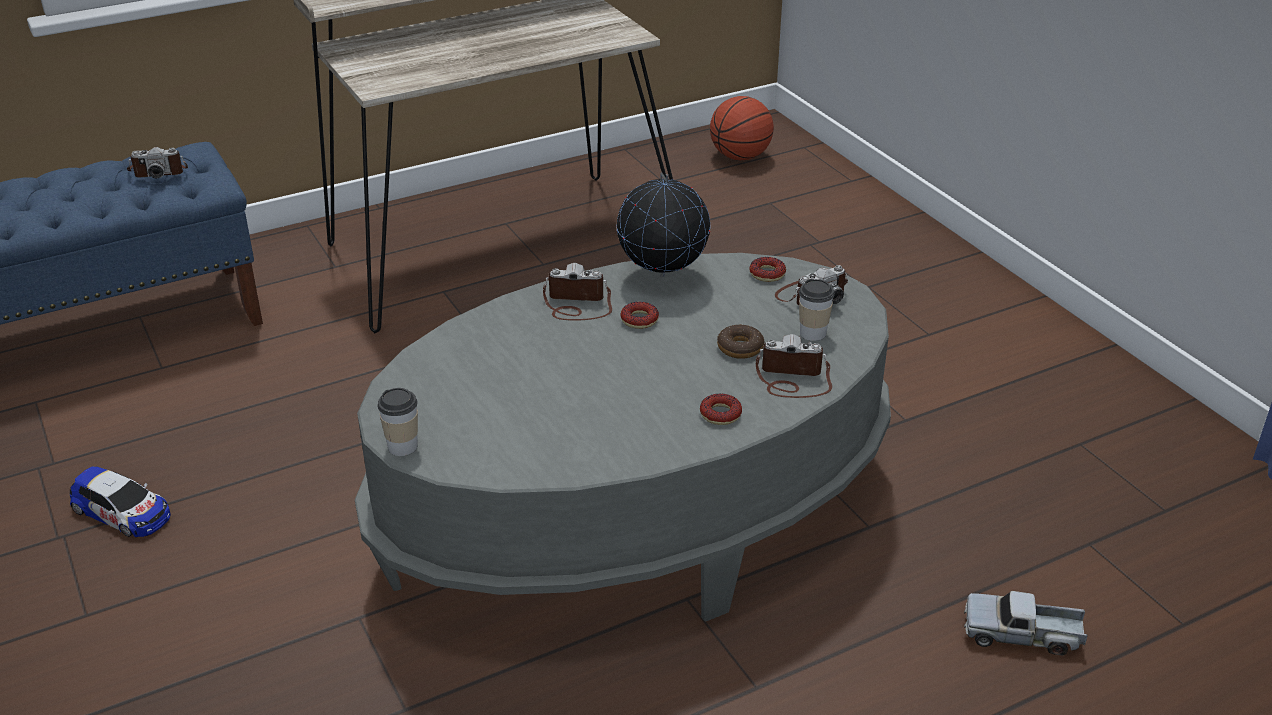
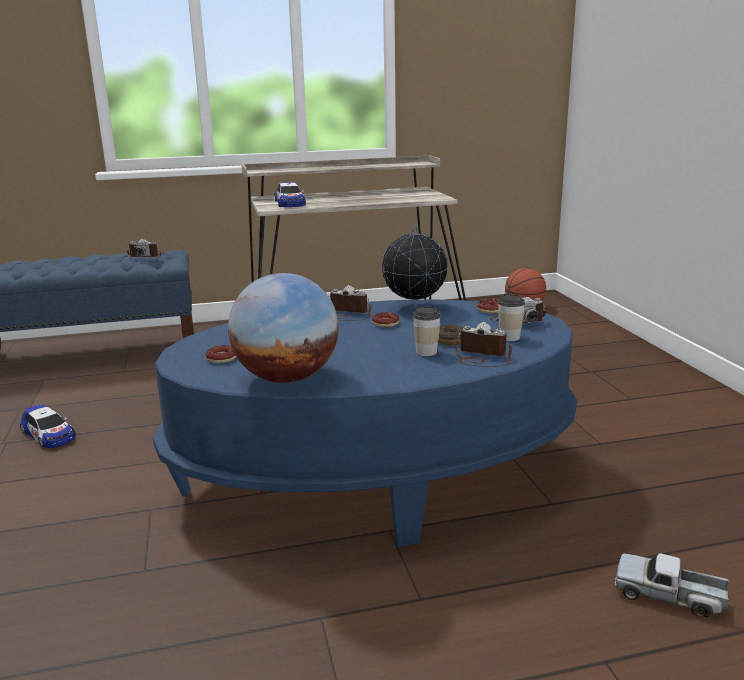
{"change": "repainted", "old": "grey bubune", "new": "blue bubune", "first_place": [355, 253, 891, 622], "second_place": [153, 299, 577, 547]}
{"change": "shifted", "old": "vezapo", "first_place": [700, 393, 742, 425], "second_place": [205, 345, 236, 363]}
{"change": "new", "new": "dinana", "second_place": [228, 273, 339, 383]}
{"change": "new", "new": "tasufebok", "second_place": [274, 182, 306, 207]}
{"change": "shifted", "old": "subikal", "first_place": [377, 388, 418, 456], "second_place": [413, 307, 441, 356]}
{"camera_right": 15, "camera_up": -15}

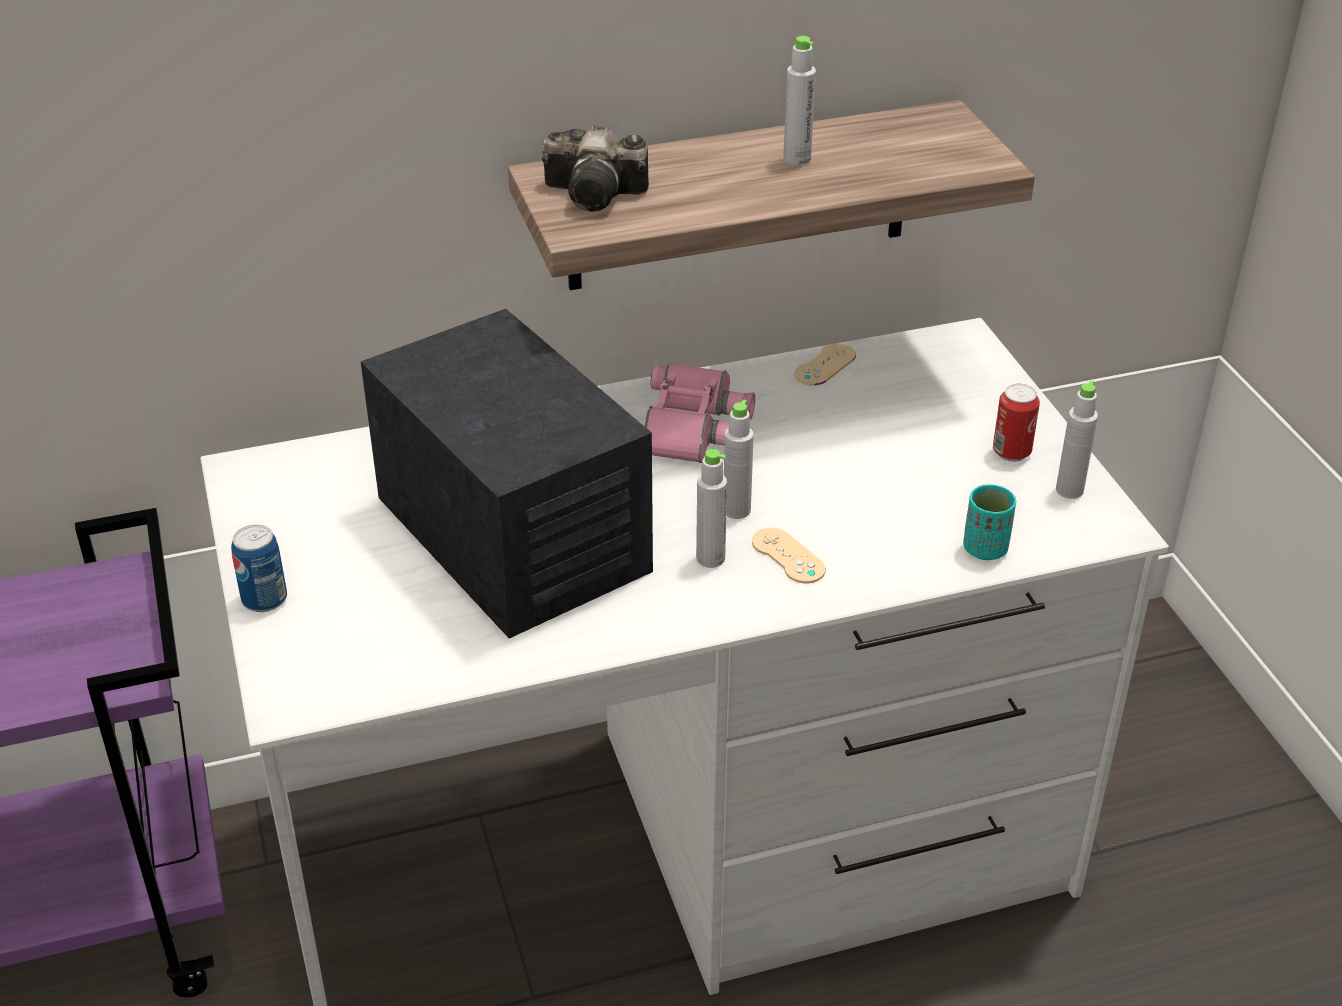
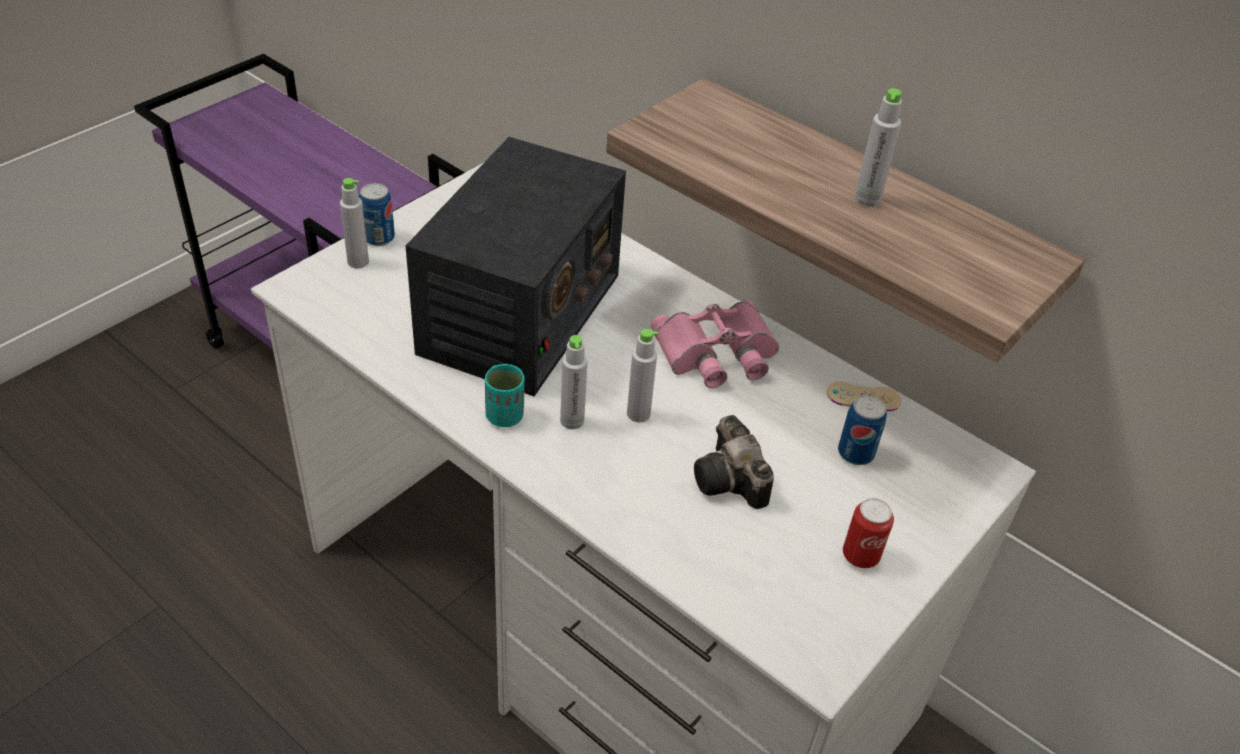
{"change": "shifted", "old": "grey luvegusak", "first_place": [1056, 380, 1098, 499], "second_place": [340, 178, 369, 268]}
{"change": "shifted", "old": "turquoise subikal", "first_place": [963, 484, 1016, 560], "second_place": [485, 364, 525, 427]}
{"change": "shifted", "old": "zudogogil", "first_place": [542, 125, 649, 212], "second_place": [694, 415, 774, 509]}
{"change": "new", "new": "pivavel", "second_place": [838, 395, 887, 465]}
{"change": "gone", "old": "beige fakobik", "first_place": [752, 528, 826, 583]}
{"camera_right": 55, "camera_up": 5}

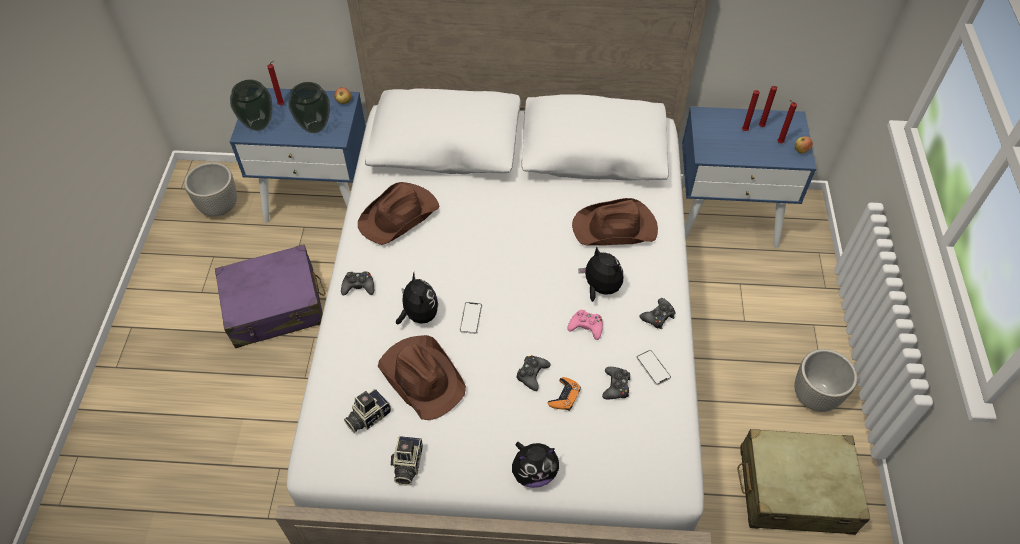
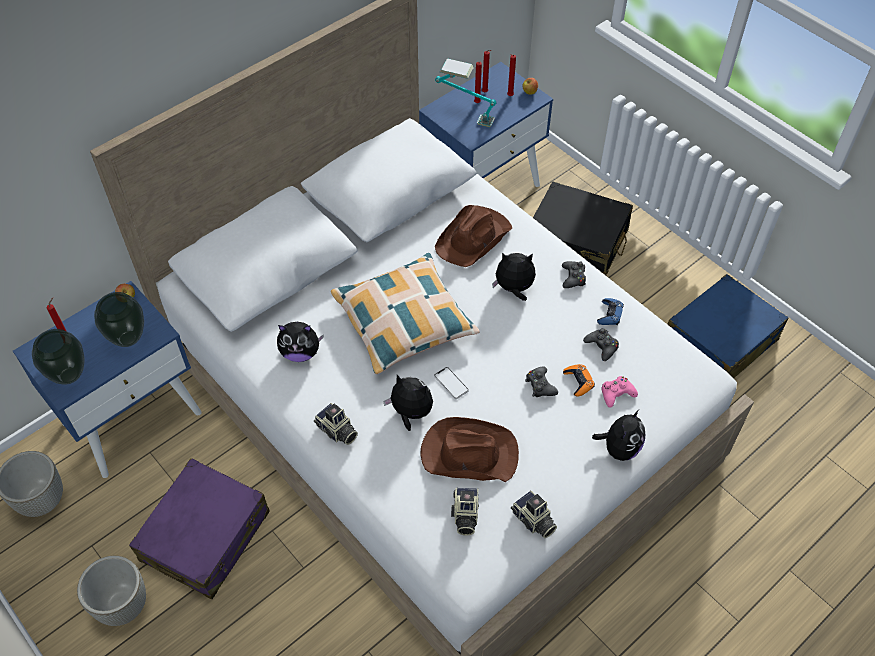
{"change": "shifted", "old": "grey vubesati", "first_place": [795, 349, 857, 412], "second_place": [77, 556, 146, 626]}
{"change": "swapped", "old": "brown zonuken", "new": "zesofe", "first_place": [358, 182, 439, 245], "second_place": [277, 322, 324, 362]}
{"change": "swapped", "old": "black fakobik", "new": "zudogogil", "first_place": [341, 271, 374, 295], "second_place": [314, 403, 358, 445]}
{"change": "new", "new": "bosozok", "second_place": [331, 253, 480, 374]}
{"change": "new", "new": "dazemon", "second_place": [435, 58, 497, 128]}
{"change": "new", "new": "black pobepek", "second_place": [533, 181, 633, 275]}
{"change": "swapped", "old": "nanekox", "new": "blue fakobik", "first_place": [636, 350, 671, 385], "second_place": [597, 298, 624, 325]}
{"change": "shifted", "old": "pink fakobik", "first_place": [567, 310, 603, 340], "second_place": [601, 376, 638, 408]}
{"change": "repainted", "old": "beige pobepek", "new": "blue pobepek", "first_place": [737, 429, 870, 535], "second_place": [667, 274, 788, 378]}
{"camera_right": -45, "camera_up": 0}

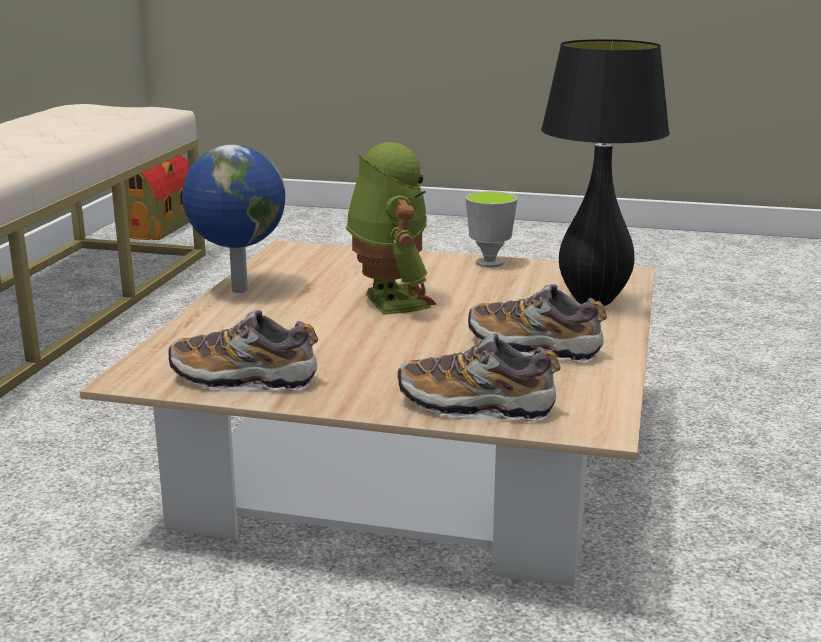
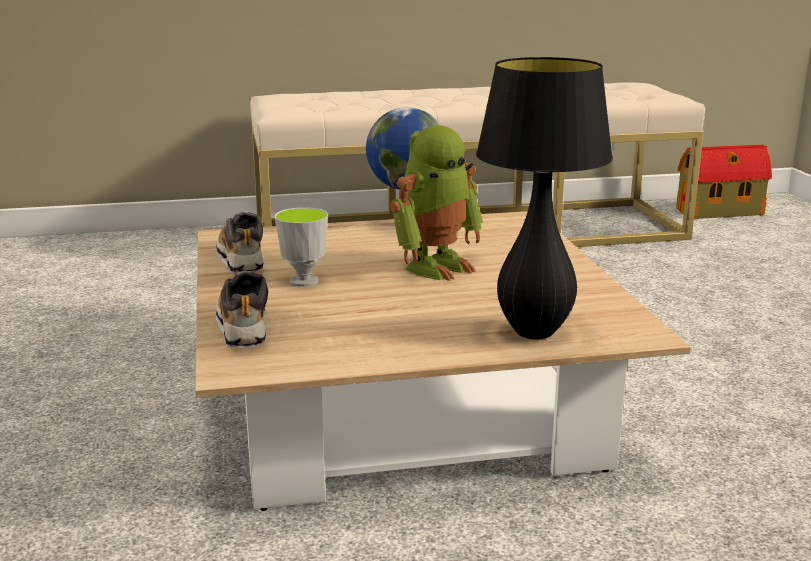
{"change": "shifted", "old": "subikal", "first_place": [465, 191, 518, 267], "second_place": [274, 207, 328, 287]}
{"change": "gone", "old": "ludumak", "first_place": [468, 284, 607, 363]}
{"camera_right": 65, "camera_up": 0}

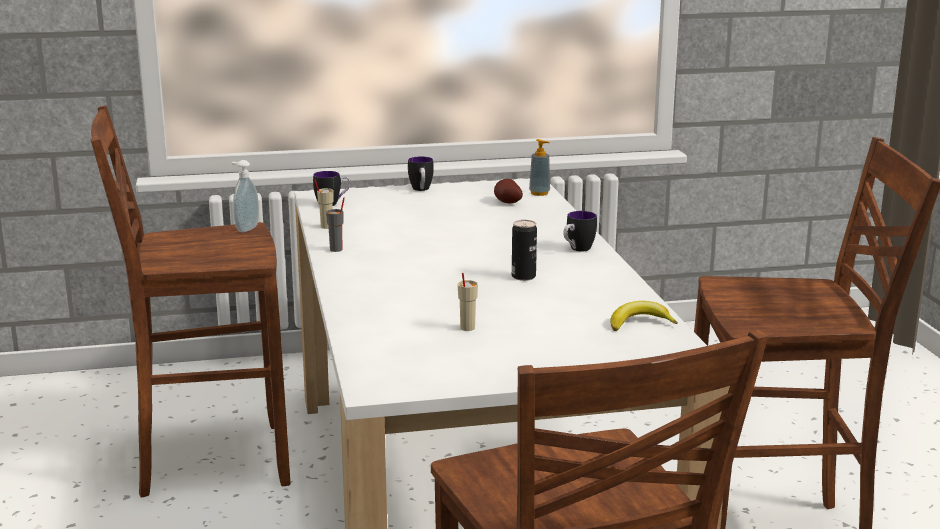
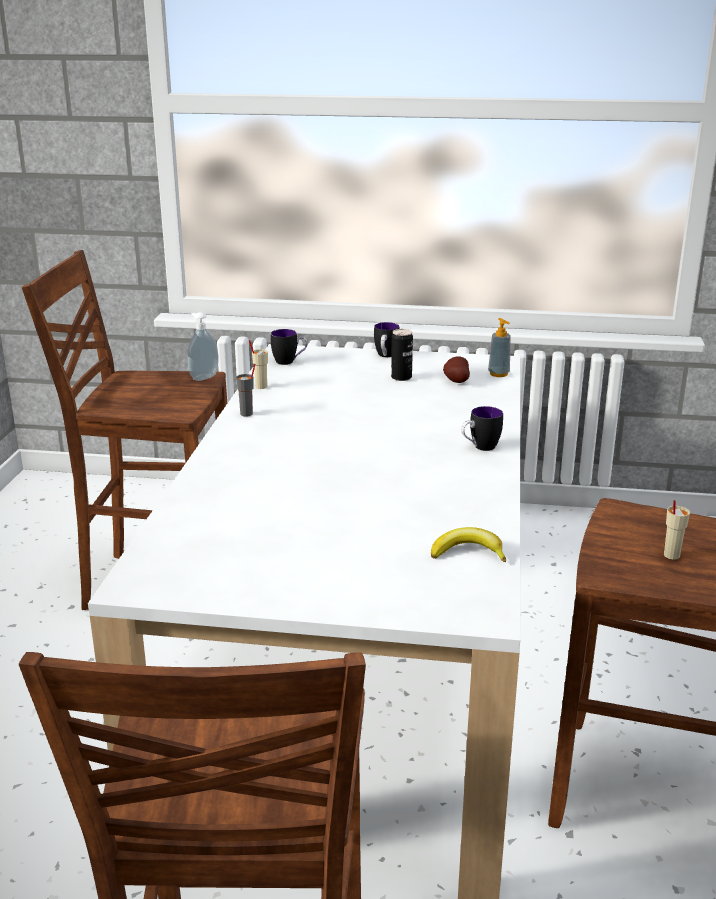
{"change": "shifted", "old": "pivavel", "first_place": [512, 220, 537, 281], "second_place": [391, 329, 413, 381]}
{"change": "shifted", "old": "beige subikal", "first_place": [458, 273, 478, 331], "second_place": [664, 500, 690, 559]}
{"camera_right": 20, "camera_up": 5}

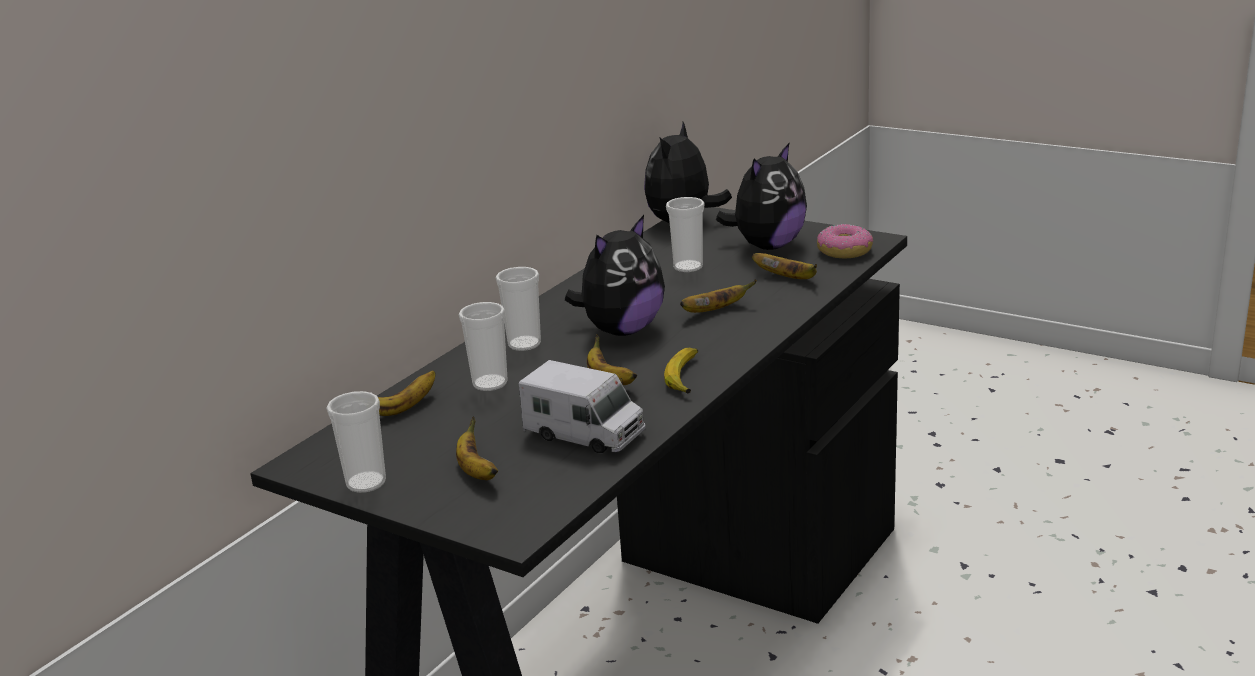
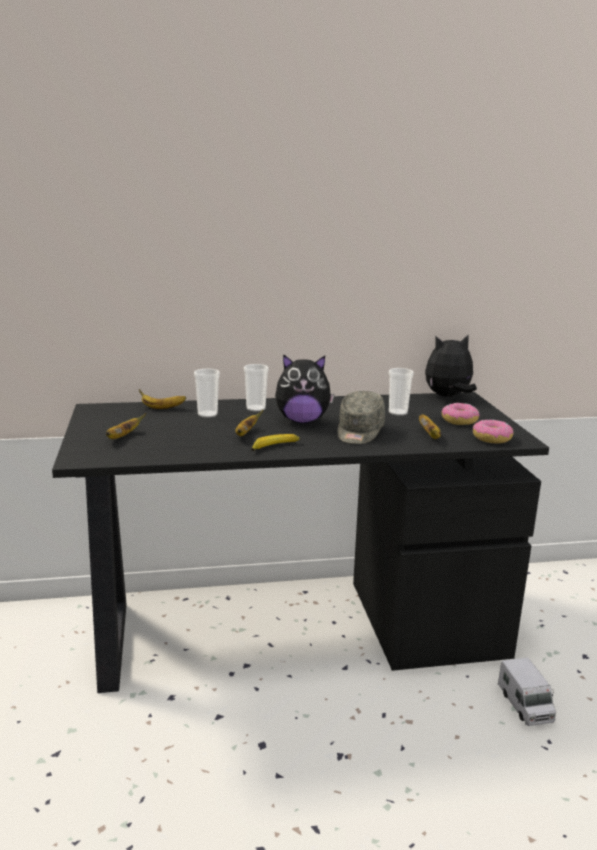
{"change": "swapped", "old": "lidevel", "new": "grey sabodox", "first_place": [680, 280, 757, 313], "second_place": [338, 391, 385, 444]}
{"change": "swapped", "old": "zesofe", "new": "vezapo", "first_place": [716, 143, 807, 250], "second_place": [442, 402, 480, 425]}
{"change": "shifted", "old": "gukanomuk", "first_place": [519, 360, 645, 454], "second_place": [498, 657, 556, 726]}
{"change": "gone", "old": "subikal", "first_place": [326, 391, 386, 493]}
{"camera_right": 45, "camera_up": -5}

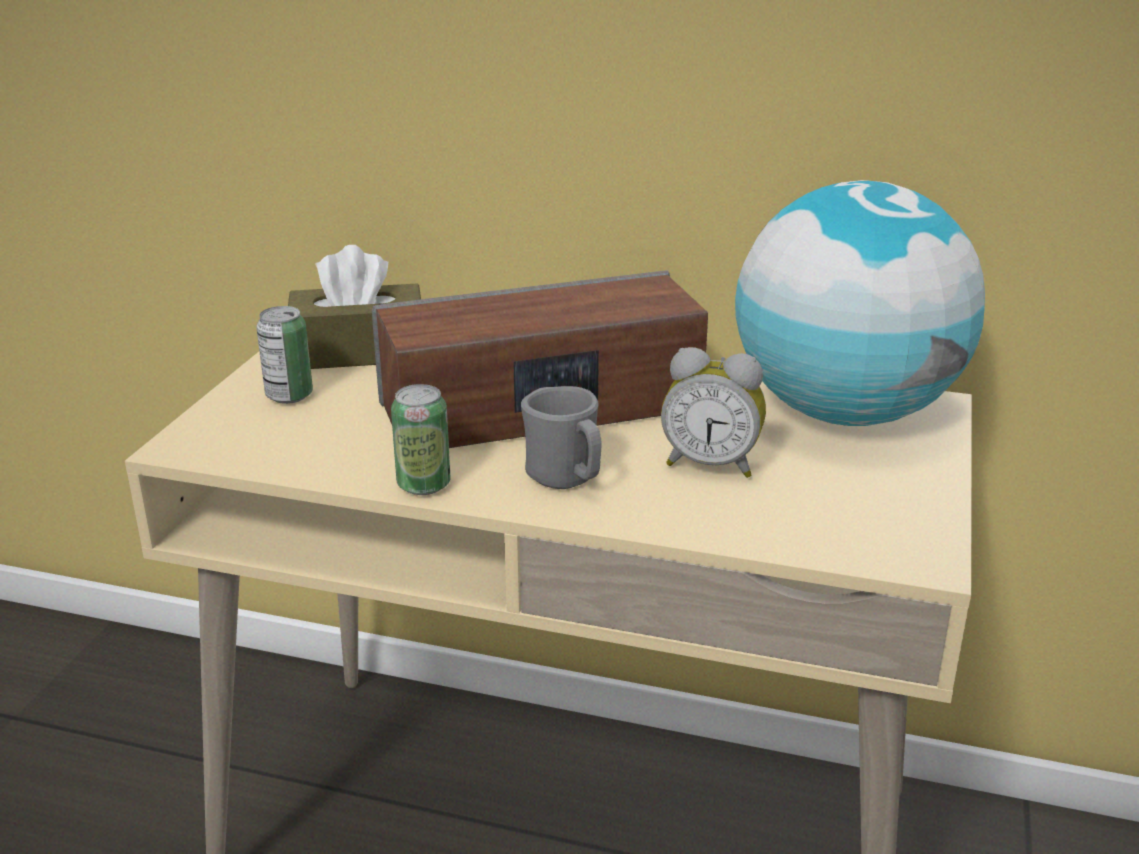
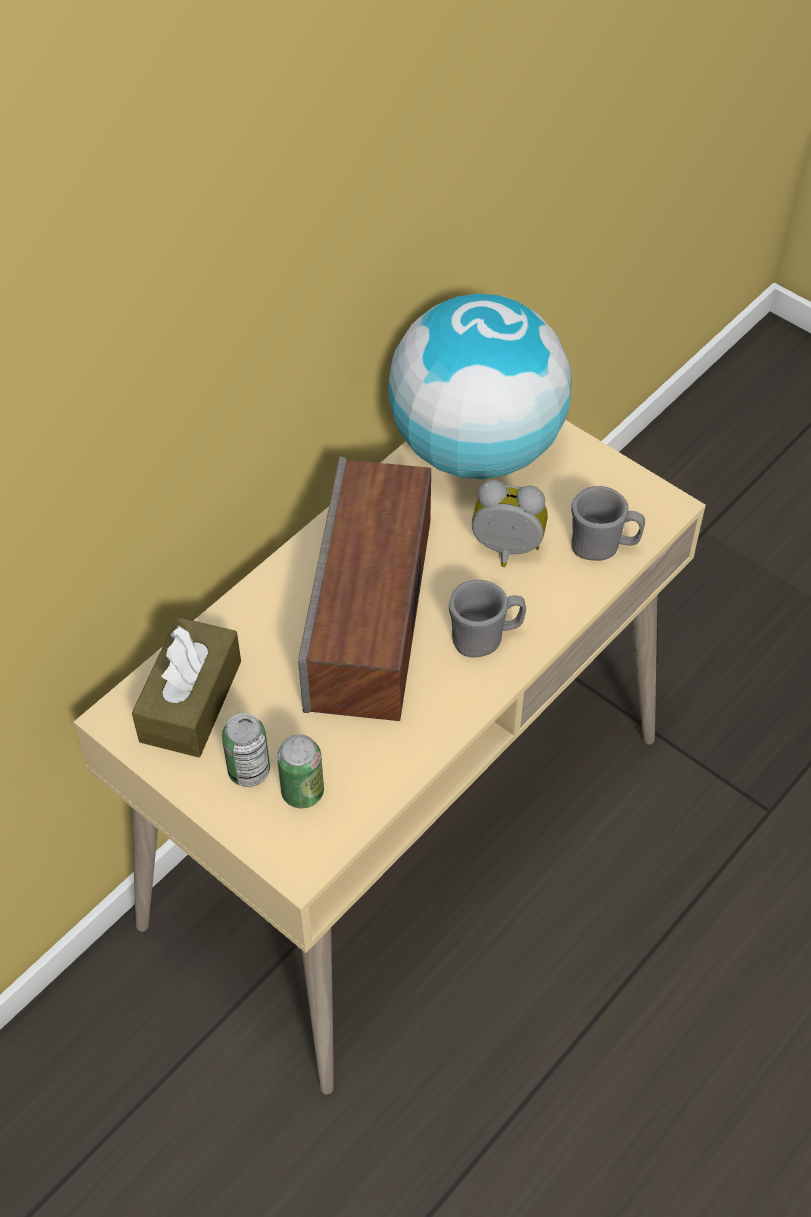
{"change": "shifted", "old": "pivavel", "first_place": [391, 384, 450, 495], "second_place": [277, 734, 324, 808]}
{"change": "rotated", "old": "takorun", "first_place": [661, 347, 766, 478], "second_place": [472, 480, 548, 567], "degrees": -120}
{"change": "new", "new": "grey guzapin", "second_place": [571, 486, 645, 561]}
{"camera_right": -65, "camera_up": 25}

